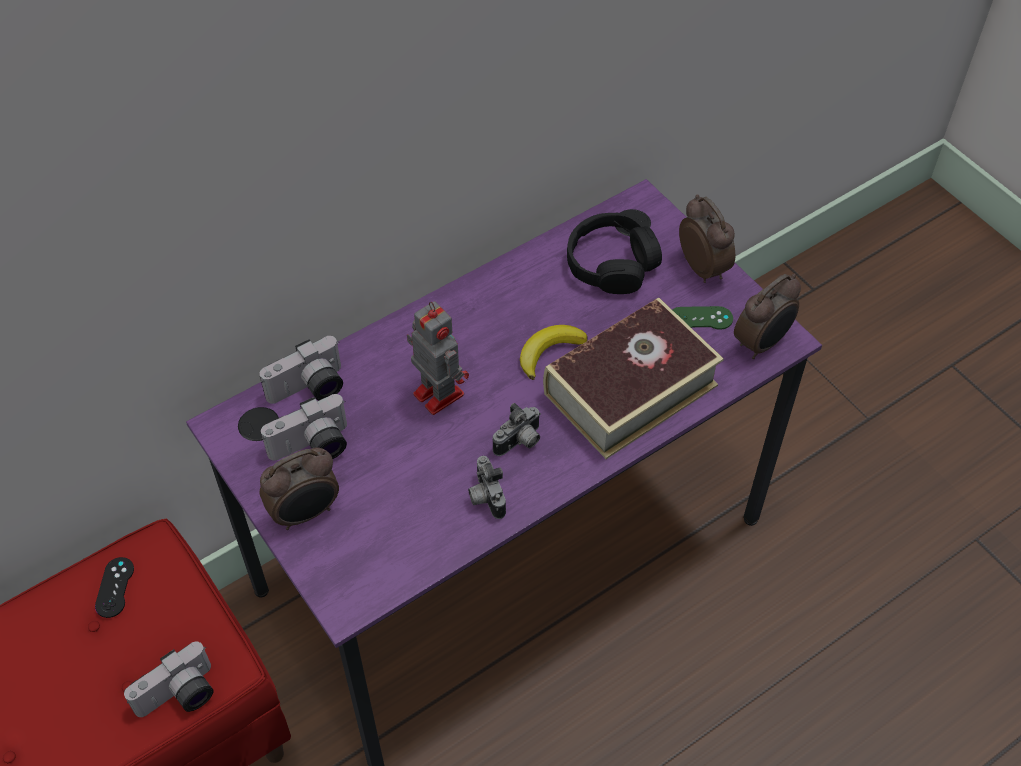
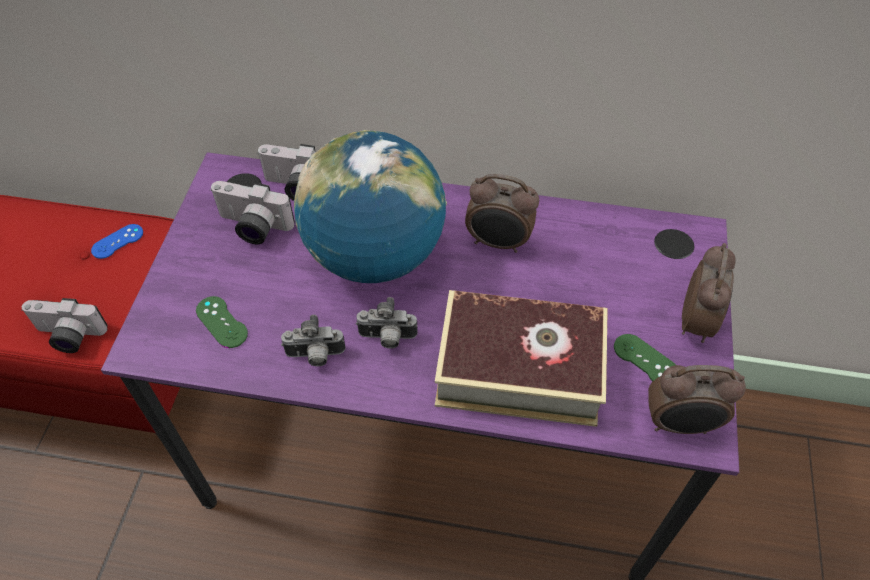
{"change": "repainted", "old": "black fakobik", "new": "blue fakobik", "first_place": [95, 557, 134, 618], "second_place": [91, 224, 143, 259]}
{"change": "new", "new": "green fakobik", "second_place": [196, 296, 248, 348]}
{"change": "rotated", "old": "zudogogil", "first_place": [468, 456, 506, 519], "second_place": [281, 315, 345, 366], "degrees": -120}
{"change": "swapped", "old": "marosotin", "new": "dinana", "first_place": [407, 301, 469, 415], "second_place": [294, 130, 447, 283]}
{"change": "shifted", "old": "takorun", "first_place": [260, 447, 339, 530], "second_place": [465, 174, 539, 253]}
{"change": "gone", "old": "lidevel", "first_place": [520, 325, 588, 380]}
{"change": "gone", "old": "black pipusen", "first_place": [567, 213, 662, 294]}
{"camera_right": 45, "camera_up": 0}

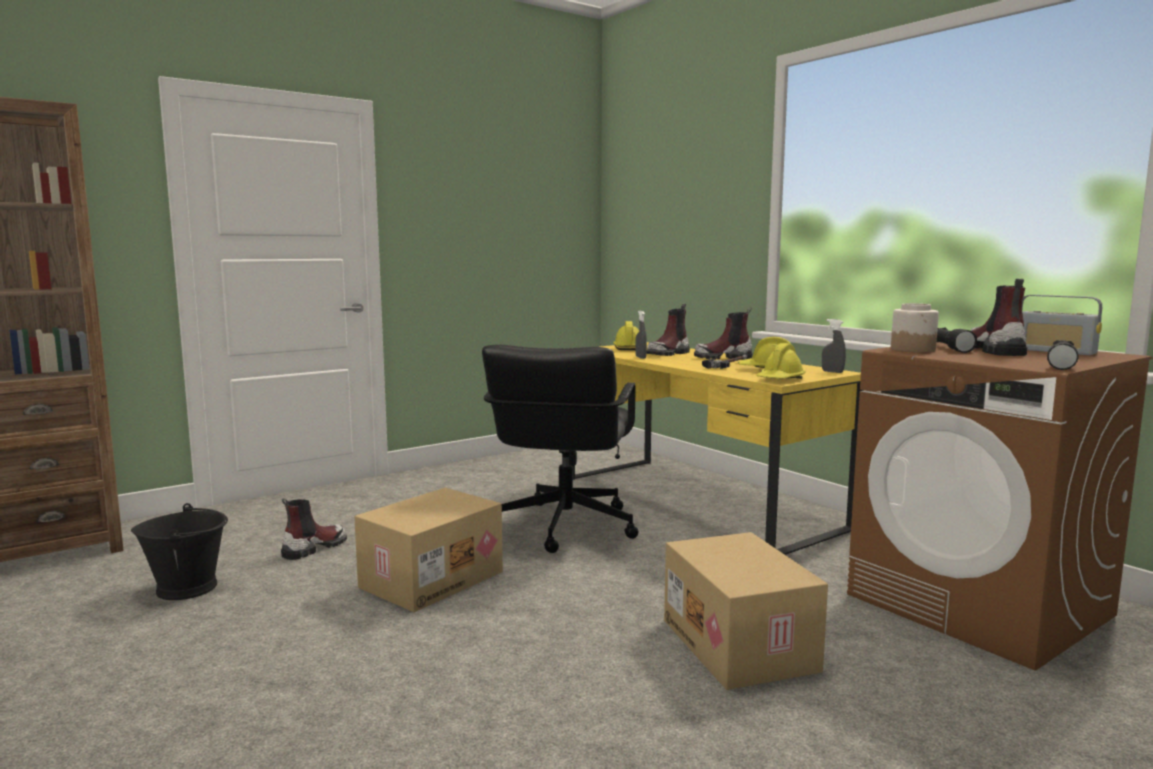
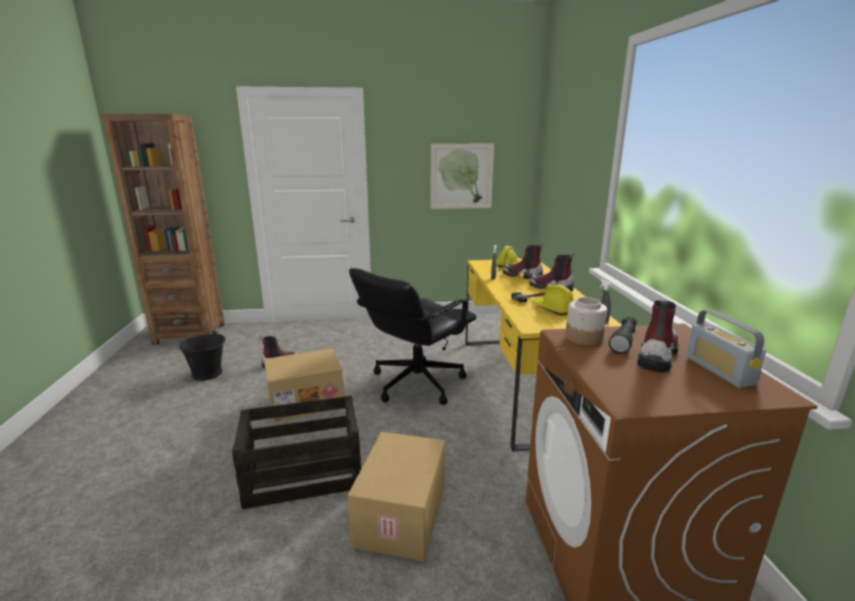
{"change": "new", "new": "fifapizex", "second_place": [232, 396, 361, 509]}
{"change": "new", "new": "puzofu", "second_place": [431, 144, 494, 209]}
{"change": "rotated", "old": "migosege", "first_place": [647, 304, 690, 356], "second_place": [503, 243, 544, 279], "degrees": 45}
{"change": "gone", "old": "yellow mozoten", "first_place": [756, 343, 805, 379]}
{"change": "gone", "old": "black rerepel", "first_place": [1047, 340, 1078, 370]}
{"camera_right": 30, "camera_up": 10}

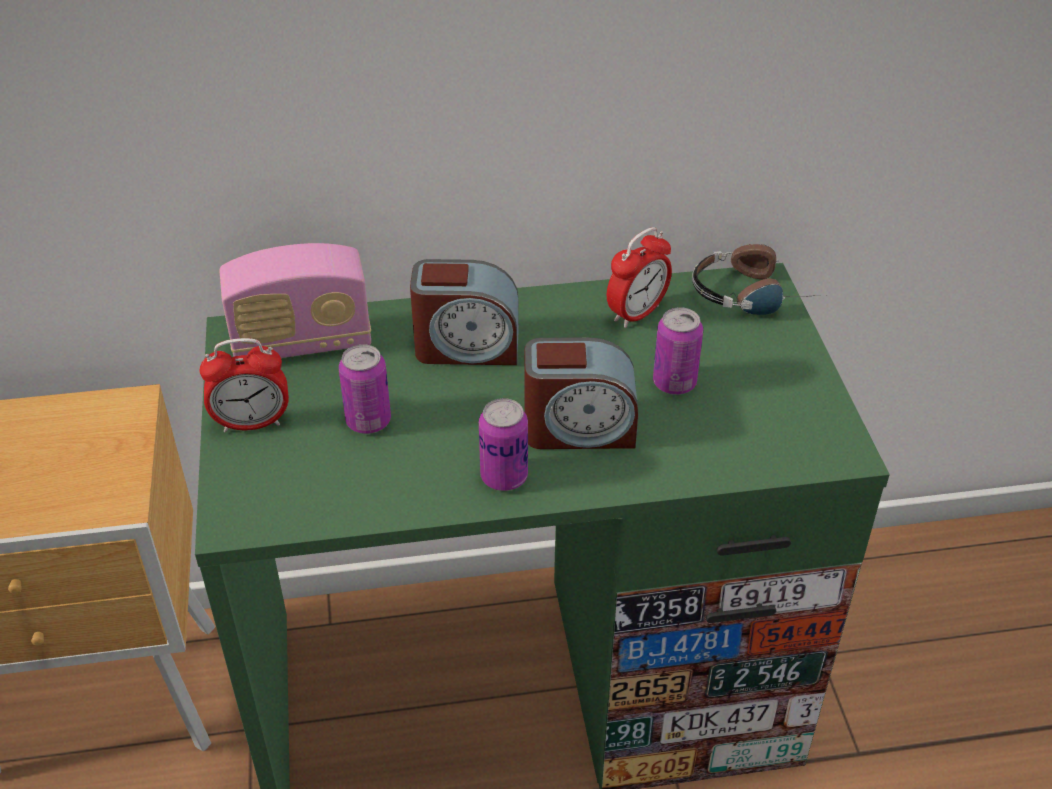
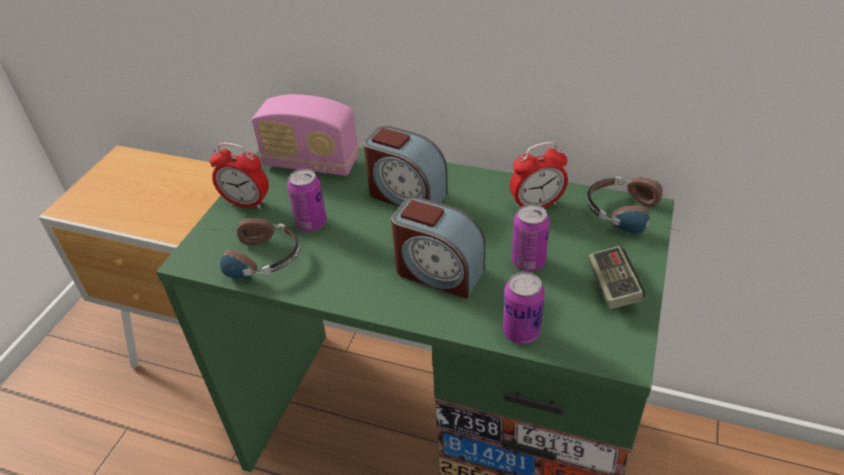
{"change": "new", "new": "pipusen", "second_place": [218, 218, 300, 279]}
{"change": "shifted", "old": "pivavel", "first_place": [479, 398, 528, 491], "second_place": [503, 272, 545, 344]}
{"change": "new", "new": "fakobik", "second_place": [588, 246, 645, 309]}
{"camera_right": 30, "camera_up": 0}

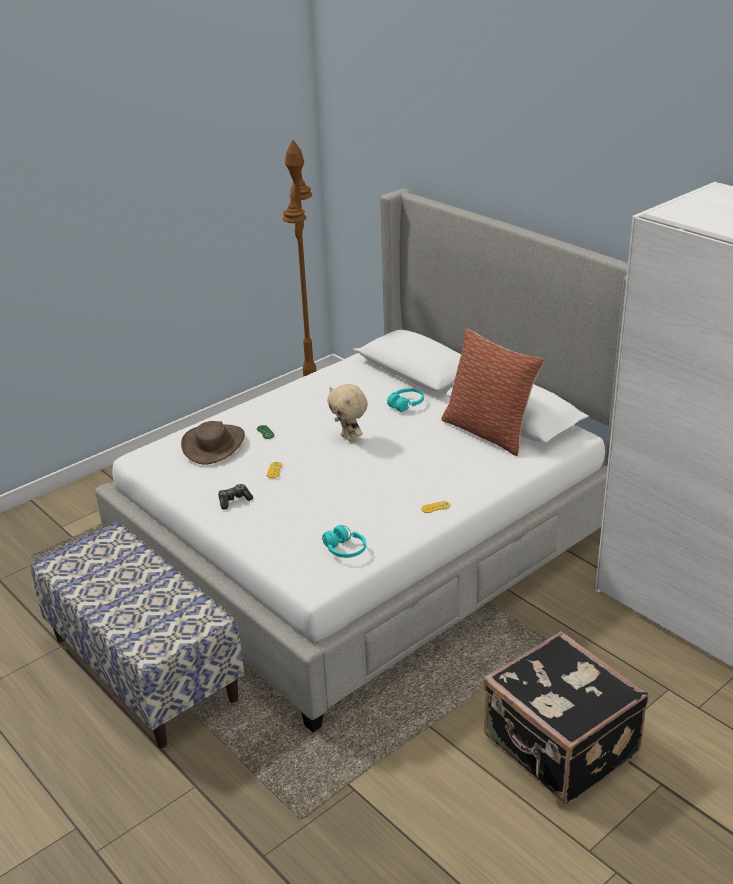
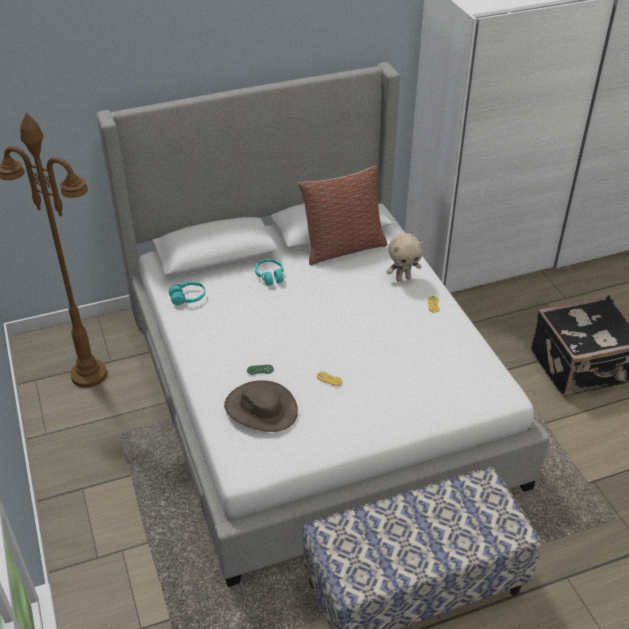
{"change": "shifted", "old": "turquoise pipusen", "first_place": [322, 525, 366, 558], "second_place": [169, 281, 205, 305]}
{"change": "shifted", "old": "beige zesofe", "first_place": [327, 384, 368, 442], "second_place": [386, 233, 424, 281]}
{"change": "gone", "old": "fakobik", "first_place": [218, 484, 253, 510]}
{"camera_right": -70, "camera_up": 10}

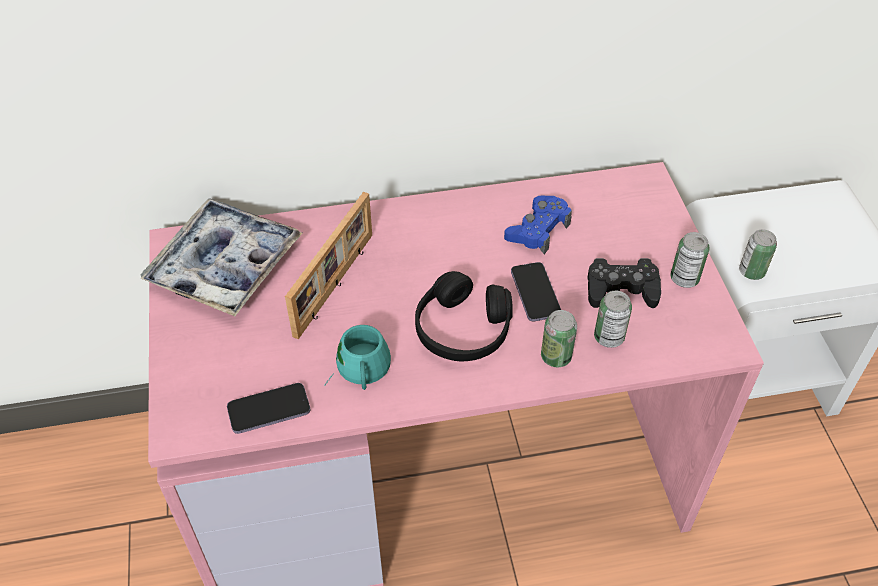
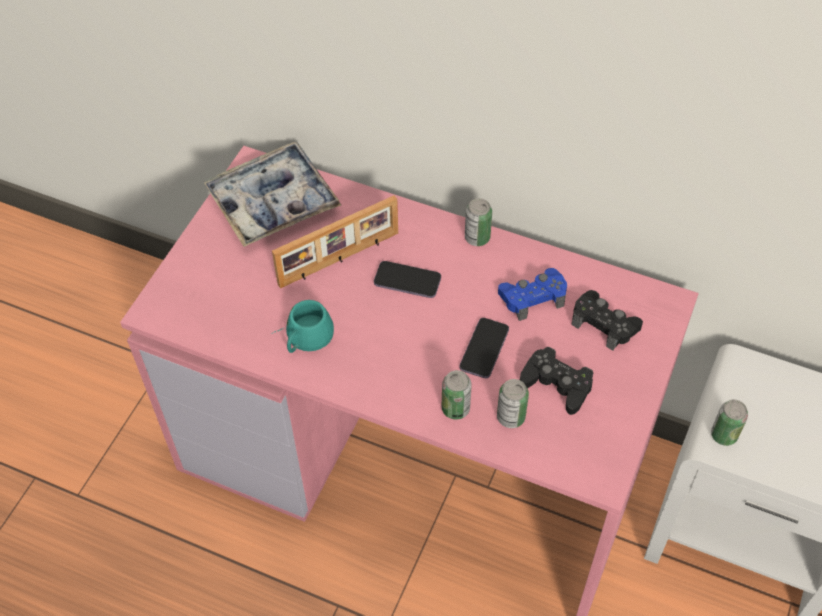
{"change": "shifted", "old": "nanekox", "first_place": [227, 383, 310, 434], "second_place": [374, 261, 441, 298]}
{"change": "shifted", "old": "pivavel", "first_place": [670, 232, 709, 288], "second_place": [465, 198, 492, 246]}
{"change": "new", "new": "black fakobik", "second_place": [571, 290, 643, 351]}
{"change": "gone", "old": "black pipusen", "first_place": [415, 271, 513, 361]}
{"camera_right": 35, "camera_up": 5}

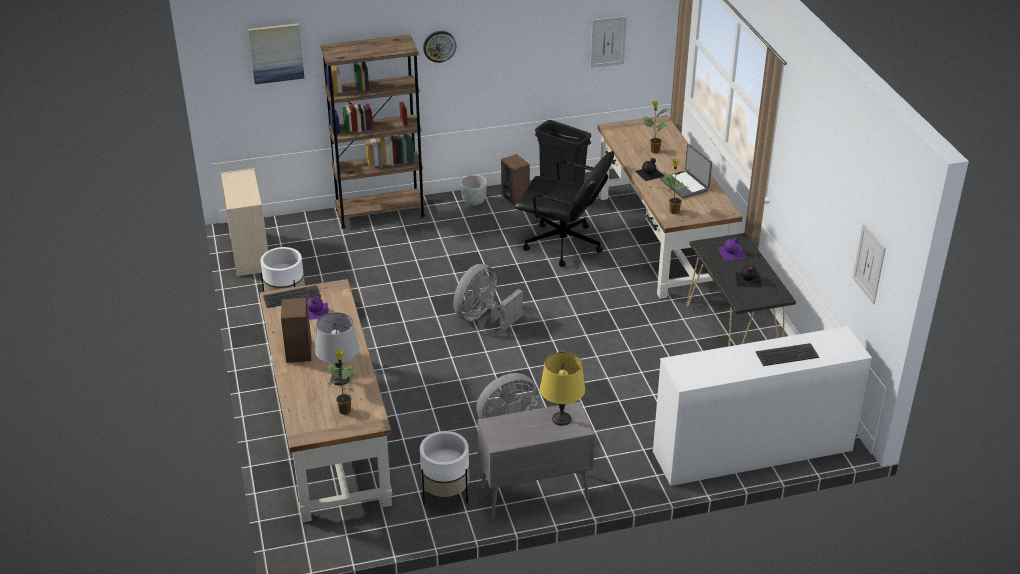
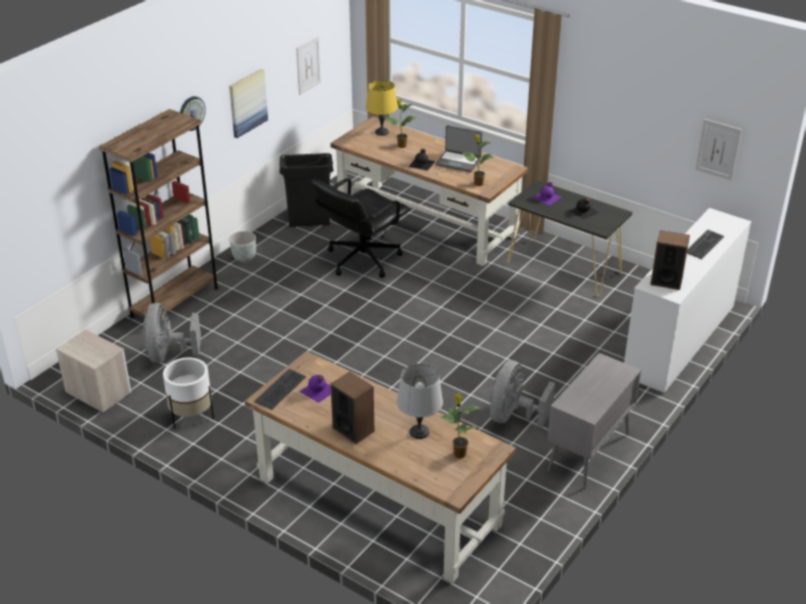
{"change": "swapped", "old": "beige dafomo", "new": "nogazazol", "first_place": [220, 168, 268, 276], "second_place": [56, 329, 131, 414]}
{"change": "shifted", "old": "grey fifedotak", "first_place": [453, 264, 523, 330], "second_place": [143, 303, 201, 363]}
{"change": "shifted", "old": "puzofu", "first_place": [248, 23, 305, 84], "second_place": [229, 69, 268, 138]}
{"change": "rotated", "old": "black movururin", "first_place": [515, 151, 614, 267], "second_place": [311, 178, 410, 278], "degrees": 150}
{"change": "shifted", "old": "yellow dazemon", "first_place": [540, 352, 585, 426], "second_place": [366, 80, 398, 136]}
{"change": "shifted", "old": "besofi", "first_place": [501, 154, 530, 206], "second_place": [650, 230, 690, 290]}
{"change": "gone", "old": "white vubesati", "first_place": [420, 431, 470, 504]}
{"camera_right": -40, "camera_up": 0}

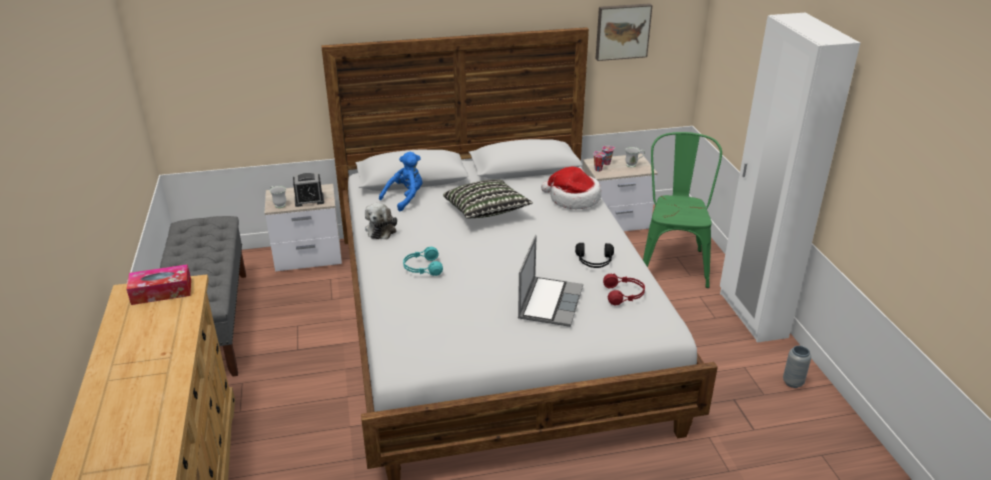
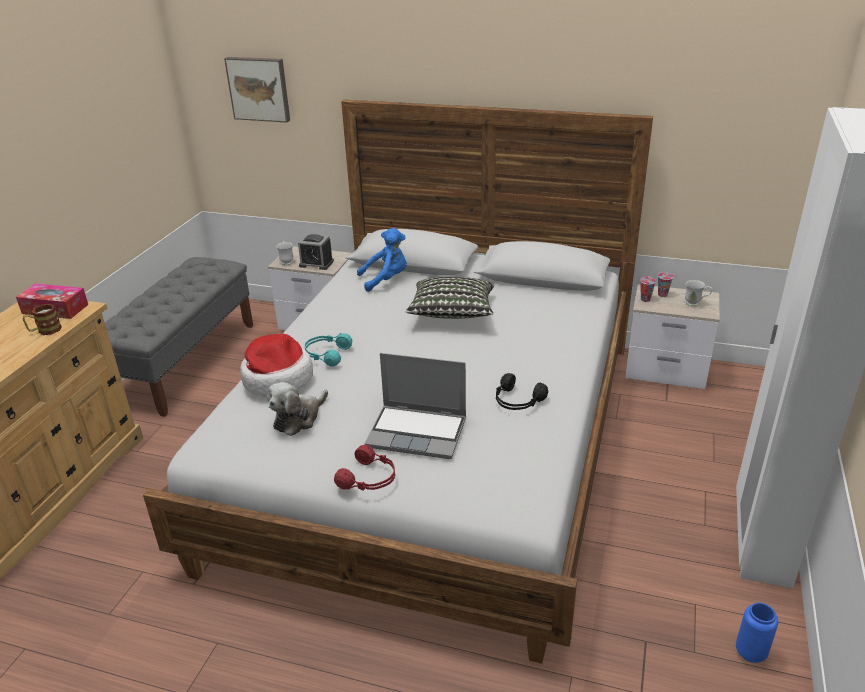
{"change": "new", "new": "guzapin", "second_place": [23, 304, 62, 335]}
{"change": "shifted", "old": "puzofu", "first_place": [595, 3, 652, 61], "second_place": [224, 57, 290, 123]}
{"change": "shifted", "old": "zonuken", "first_place": [541, 166, 601, 209], "second_place": [240, 333, 313, 397]}
{"change": "shifted", "old": "zesofe", "first_place": [365, 203, 397, 239], "second_place": [267, 382, 328, 436]}
{"change": "shifted", "old": "red pipusen", "first_place": [603, 274, 645, 305], "second_place": [334, 445, 395, 491]}
{"change": "rotated", "old": "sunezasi", "first_place": [518, 235, 583, 327], "second_place": [365, 353, 466, 459], "degrees": 60}
{"change": "repainted", "old": "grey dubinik", "new": "blue dubinik", "first_place": [783, 346, 811, 388], "second_place": [736, 603, 778, 663]}
{"change": "gone", "old": "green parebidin", "first_place": [643, 132, 722, 288]}
{"camera_right": 30, "camera_up": 0}

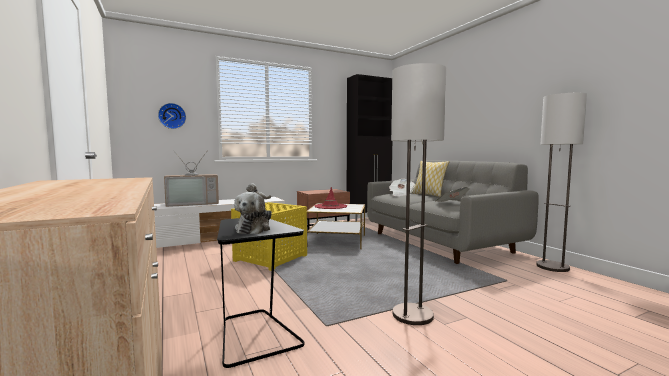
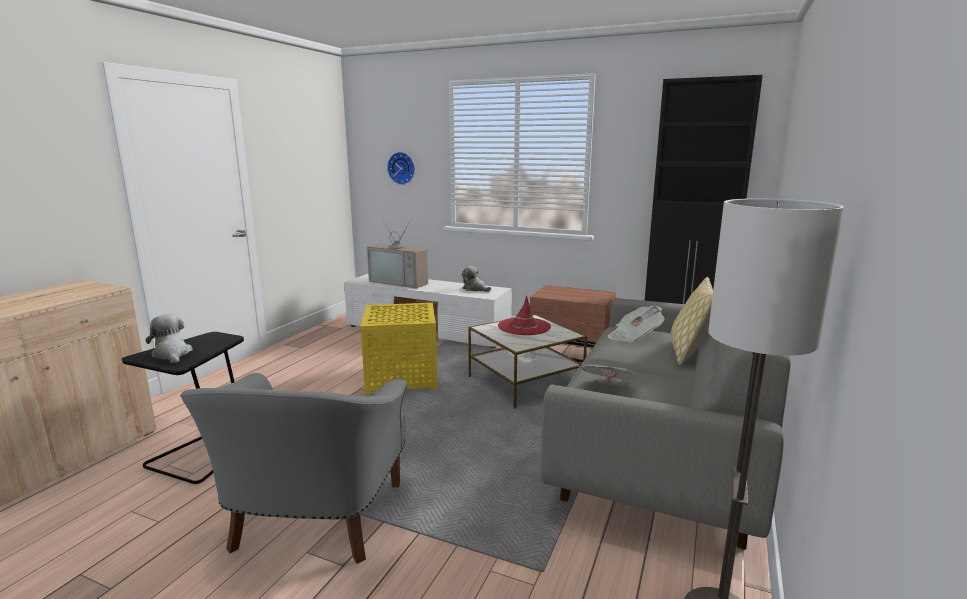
{"change": "rotated", "old": "zesofe", "first_place": [234, 192, 272, 234], "second_place": [146, 314, 193, 363], "degrees": 90}
{"change": "swapped", "old": "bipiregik", "new": "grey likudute", "first_place": [391, 63, 446, 325], "second_place": [180, 373, 407, 564]}
{"camera_right": 50, "camera_up": 10}

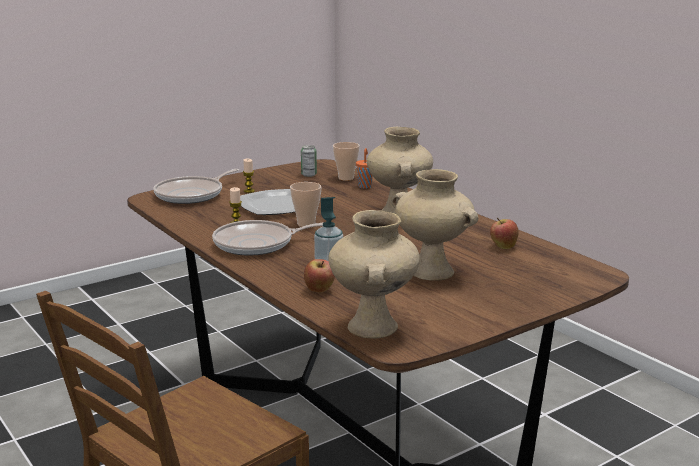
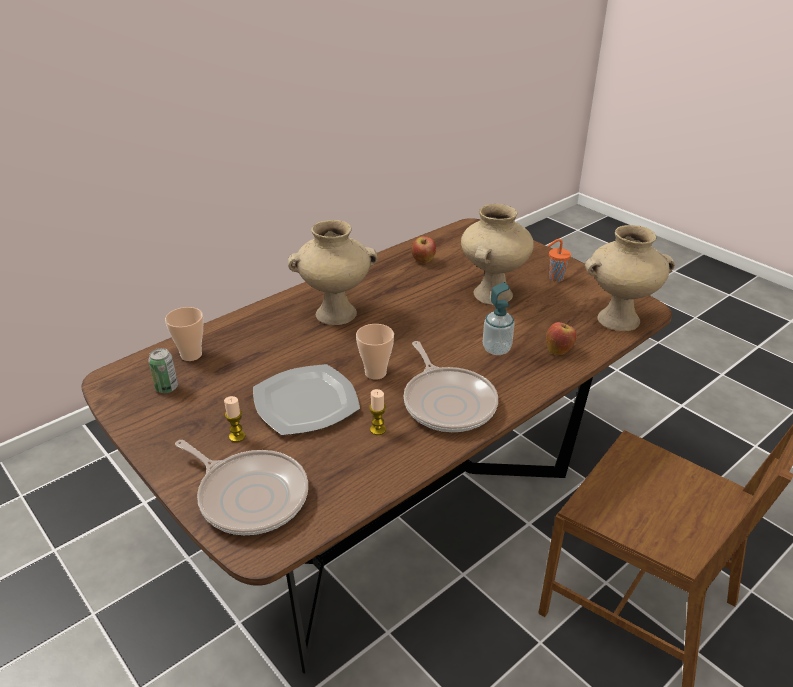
{"change": "shifted", "old": "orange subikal", "first_place": [356, 148, 373, 189], "second_place": [548, 239, 571, 282]}
{"camera_right": -95, "camera_up": 15}

